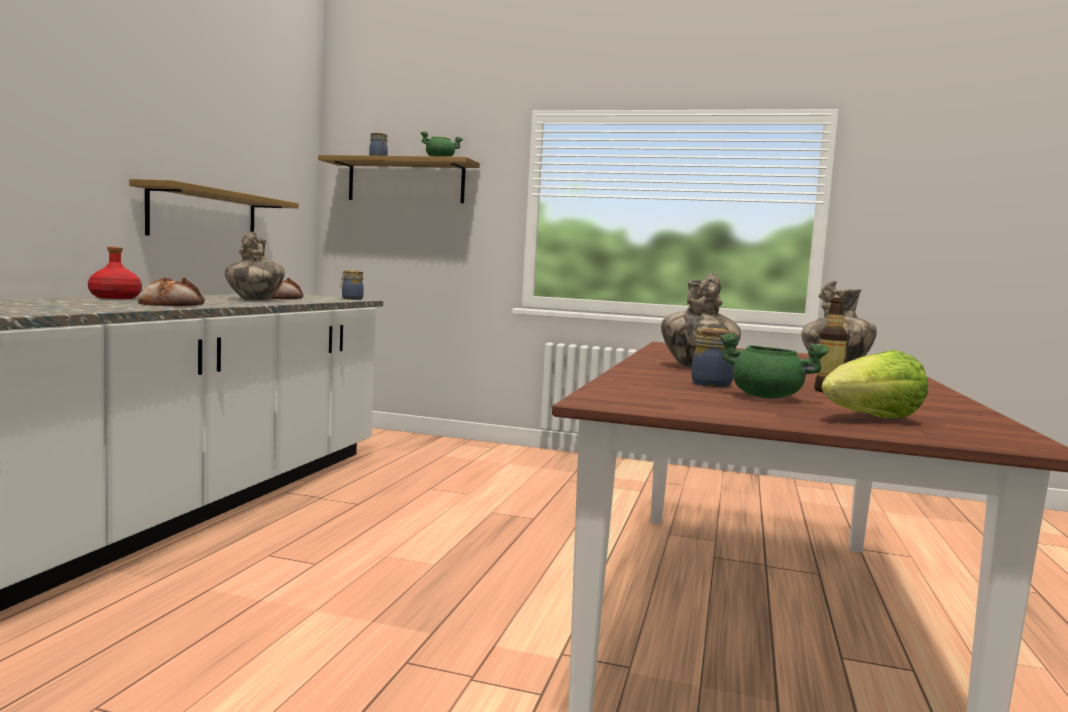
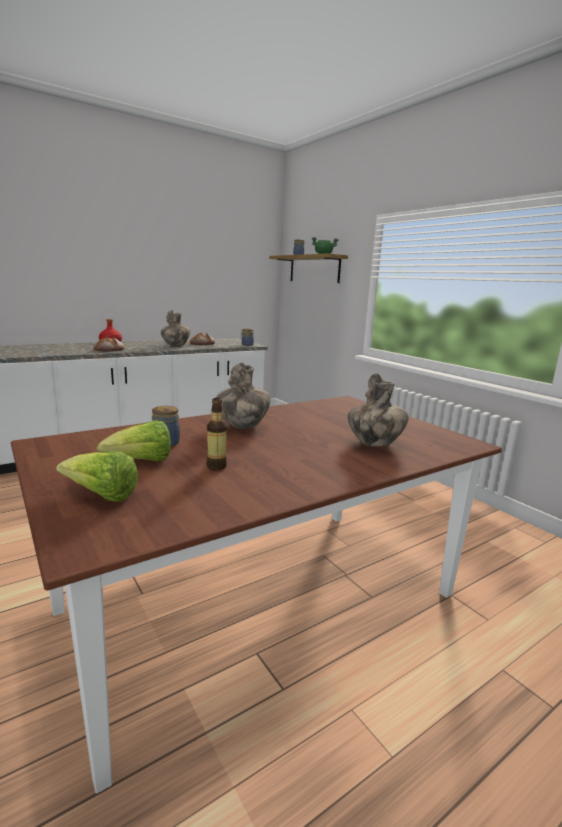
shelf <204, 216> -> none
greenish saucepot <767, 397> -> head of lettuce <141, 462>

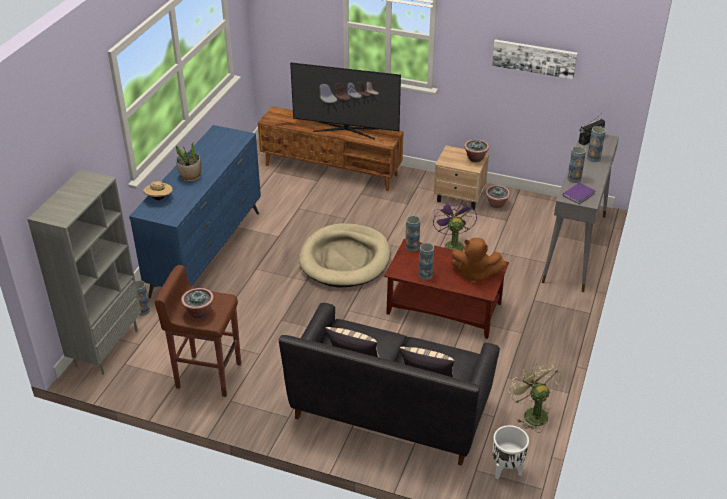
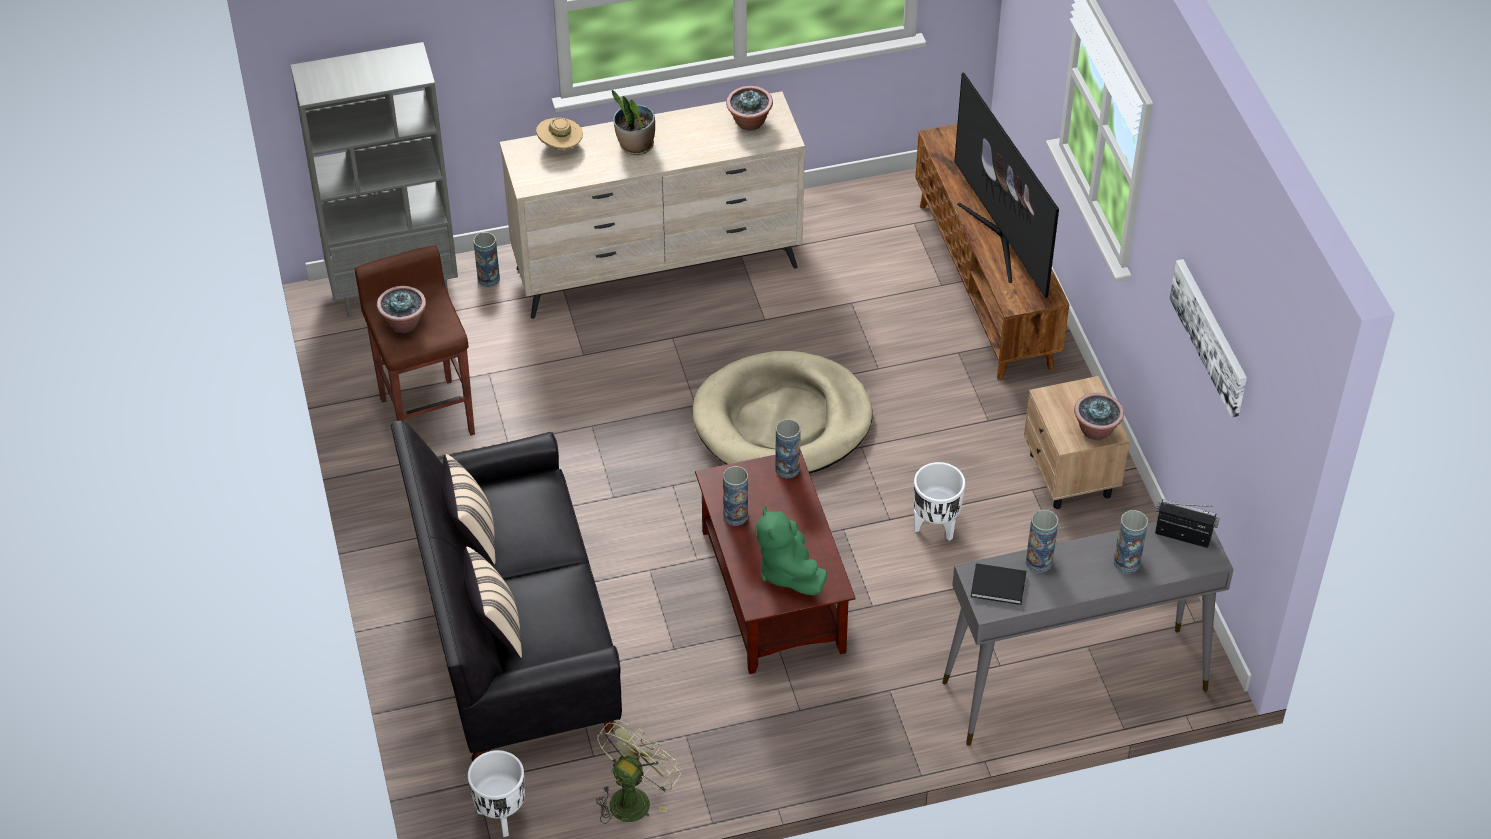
blue-coloured dresser <207, 253> -> beige dresser <658, 268>
purple bound book <579, 194> -> black bound book <999, 586>
houseplant <496, 204> -> houseplant <749, 123>, moved
purple cooling fan <452, 244> -> white planter <935, 526>
brownish plush toy <475, 274> -> greenish plush toy <788, 571>

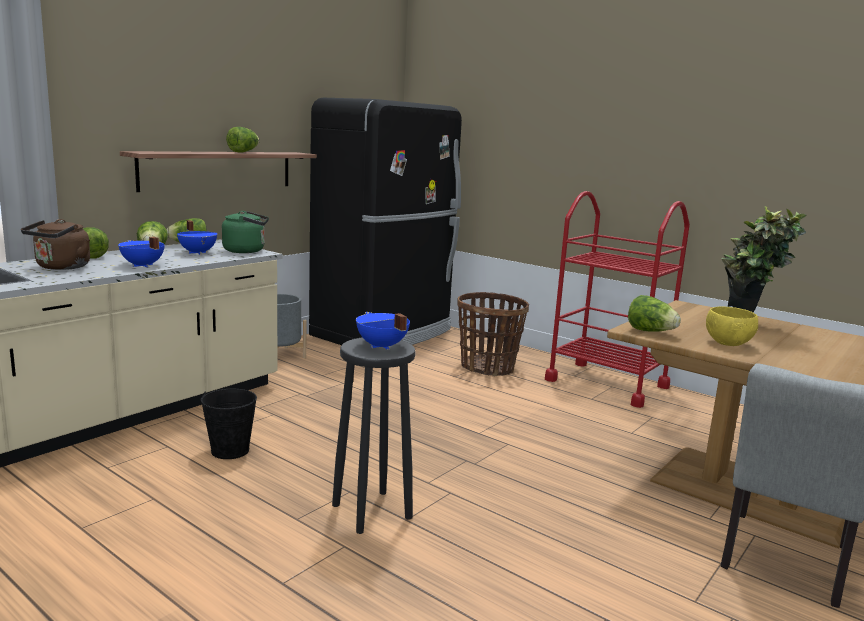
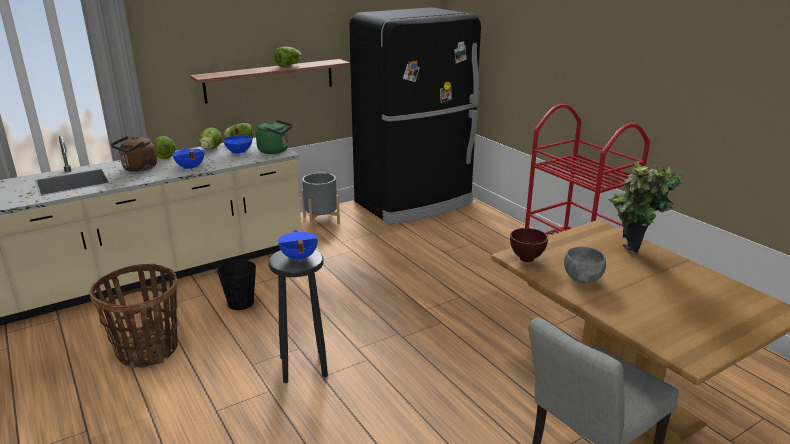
household basket <488, 367> -> household basket <148, 350>, moved
head of lettuce <650, 331> -> brownish deep dish <527, 259>
yellow deep dish <727, 343> -> grey deep dish <582, 279>

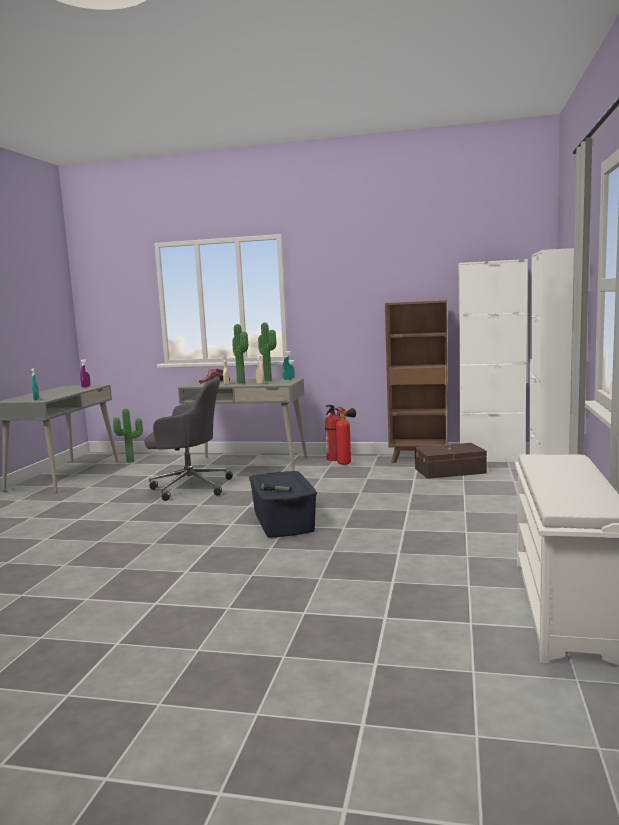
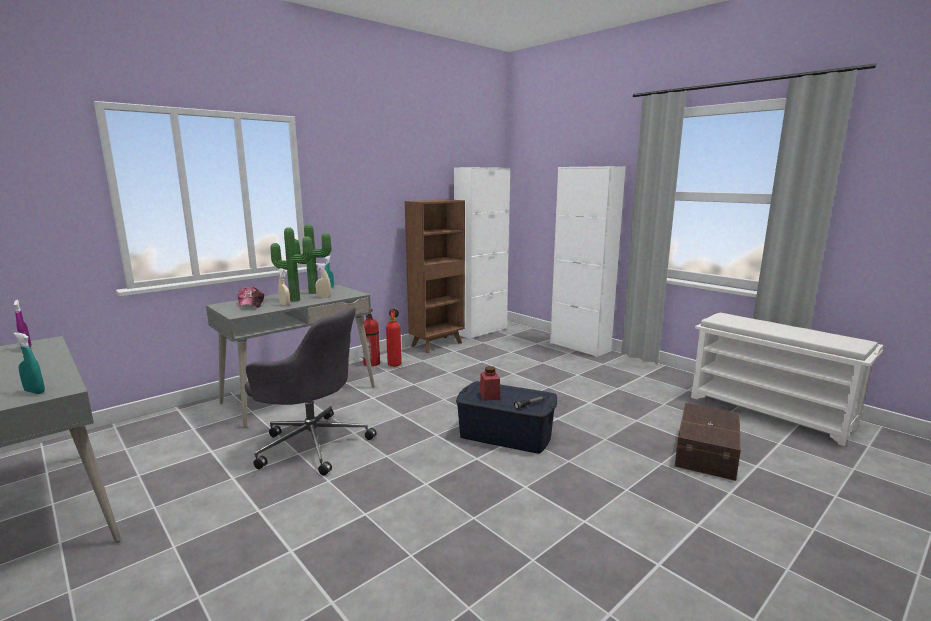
grey office chair <189, 487> -> grey office chair <312, 443>, 75 degrees clockwise
houseplant <131, 461> -> none
brownish storage box <451, 471> -> brownish storage box <708, 452>, moved
none -> reddish jar <489, 395>

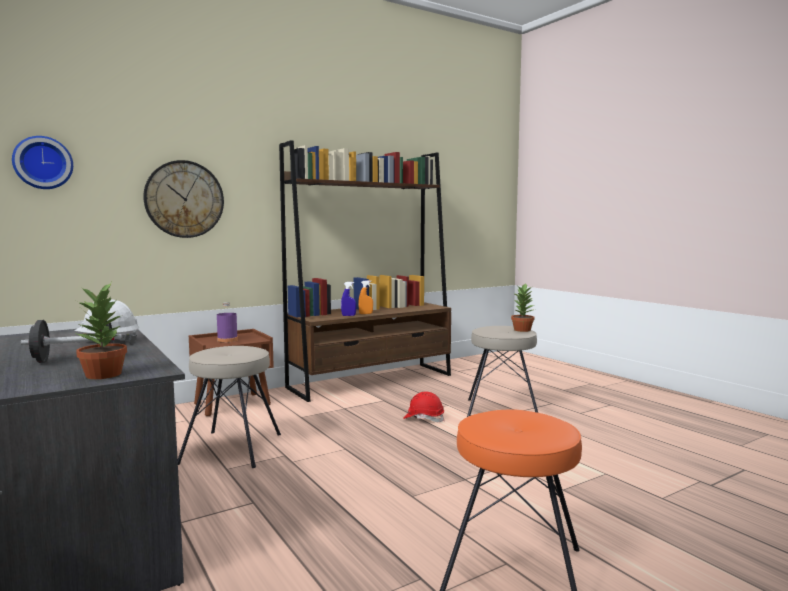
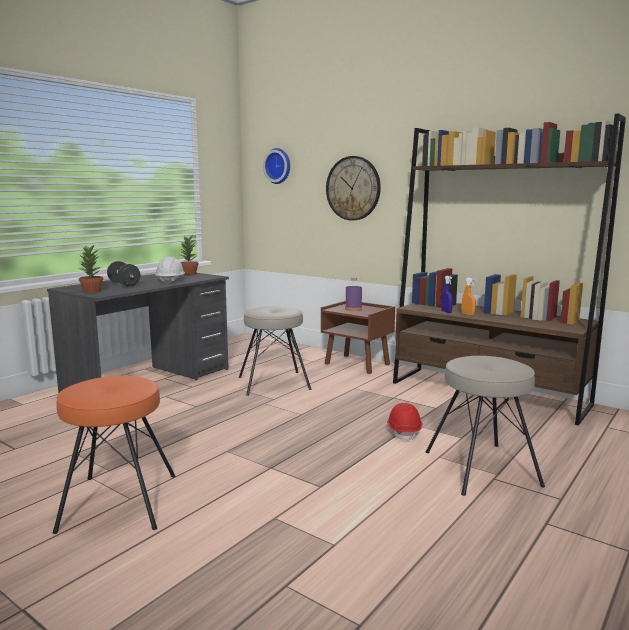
houseplant <522, 330> -> houseplant <189, 274>, moved

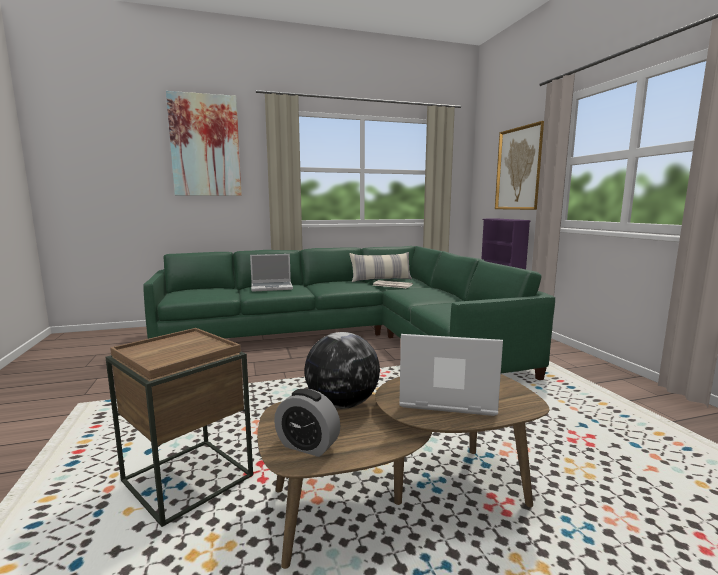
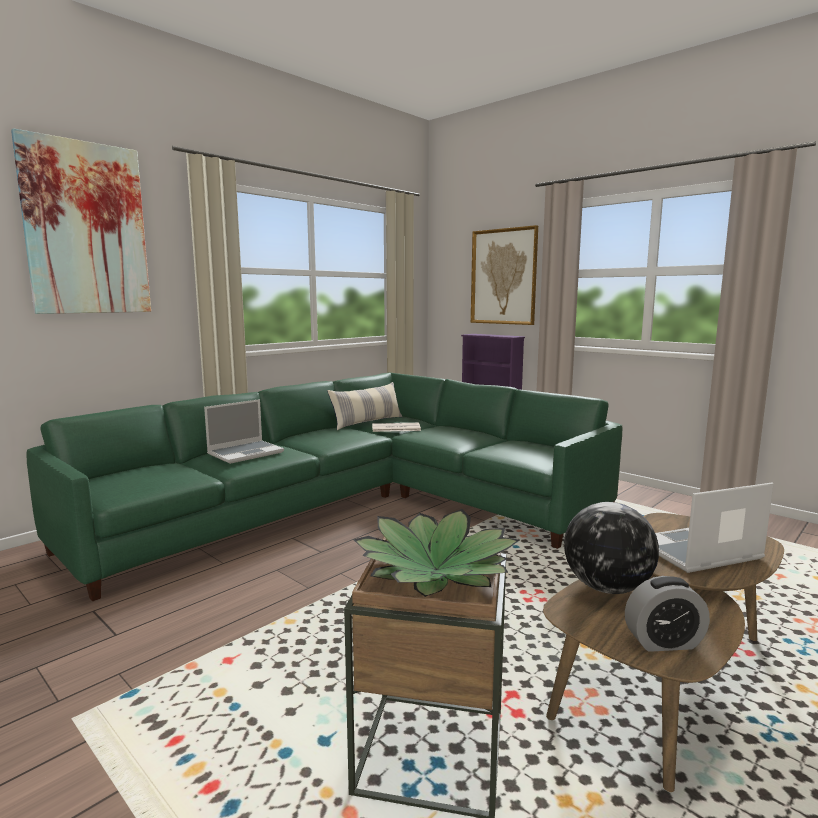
none -> houseplant <435, 569>

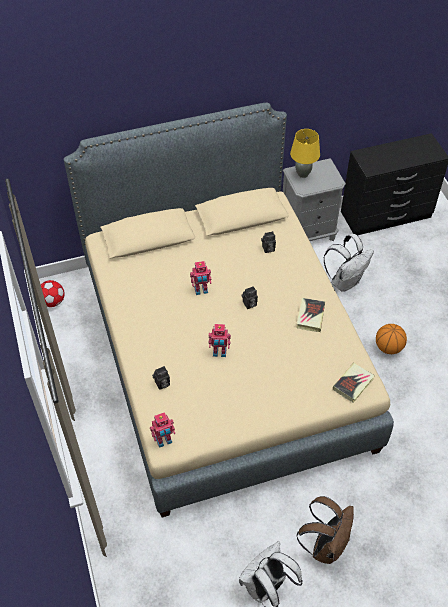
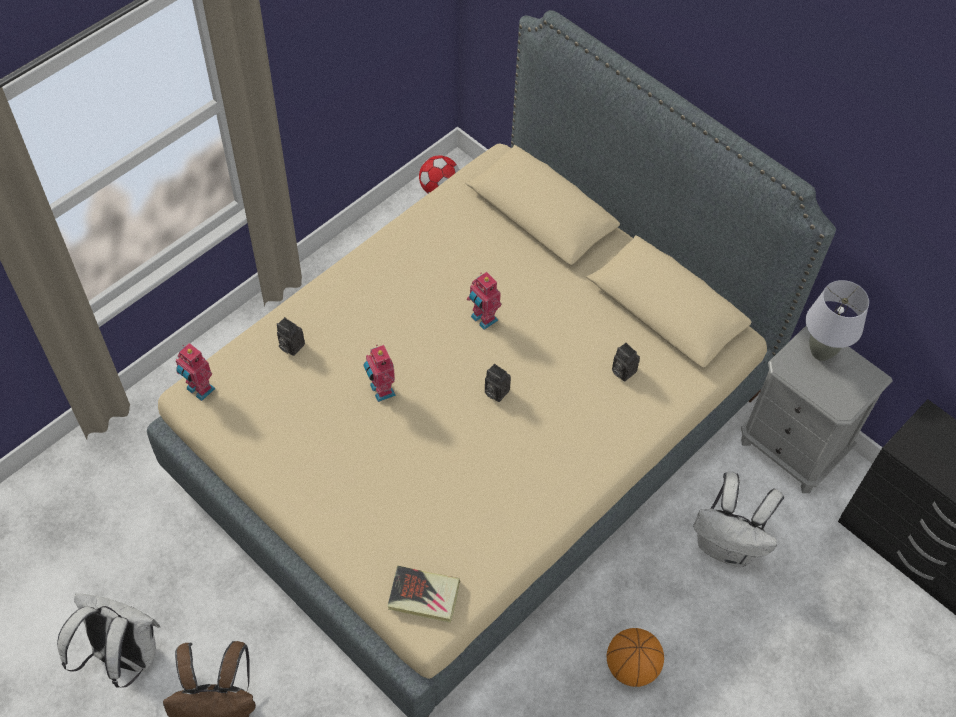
yellow tabletop lamp <303, 174> -> grey tabletop lamp <821, 352>
bound book <310, 316> -> none

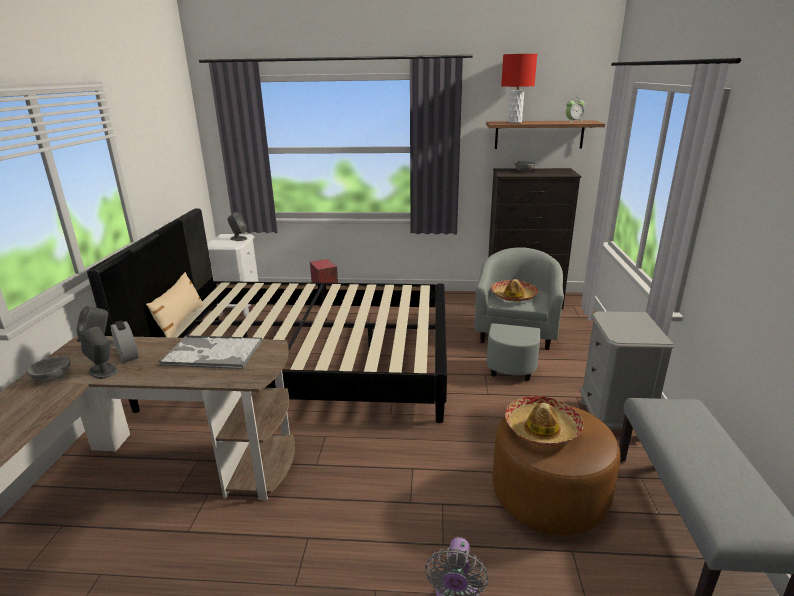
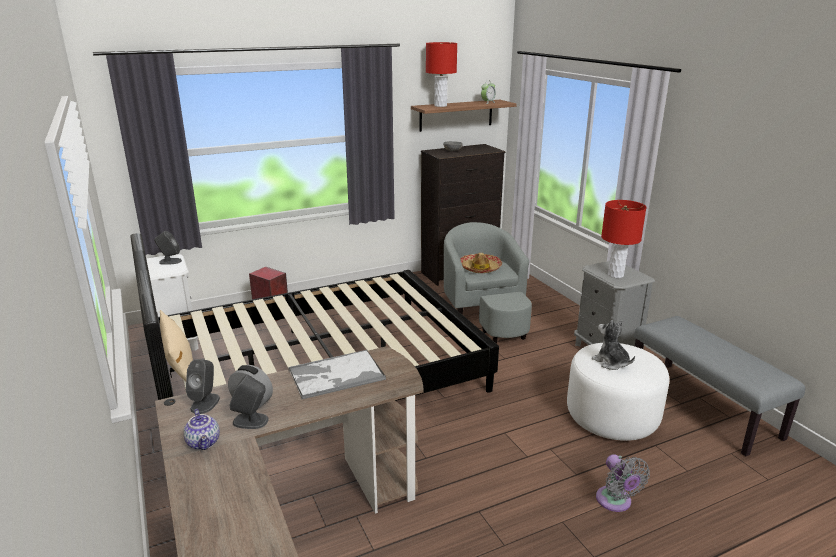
grey deep dish <53, 377> -> tea pot <204, 443>
clothing hat <542, 428> -> plush toy <611, 362>
brownish ottoman <548, 496> -> white ottoman <611, 416>
none -> reddish tabletop lamp <615, 275>

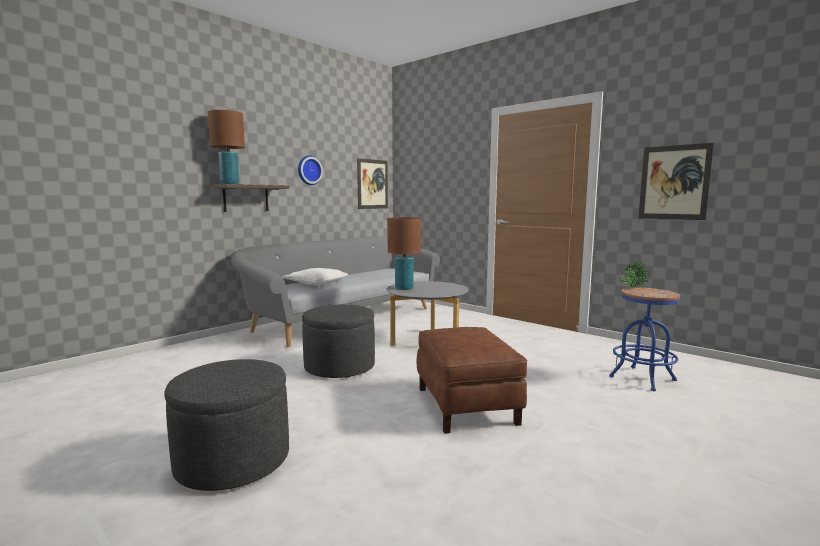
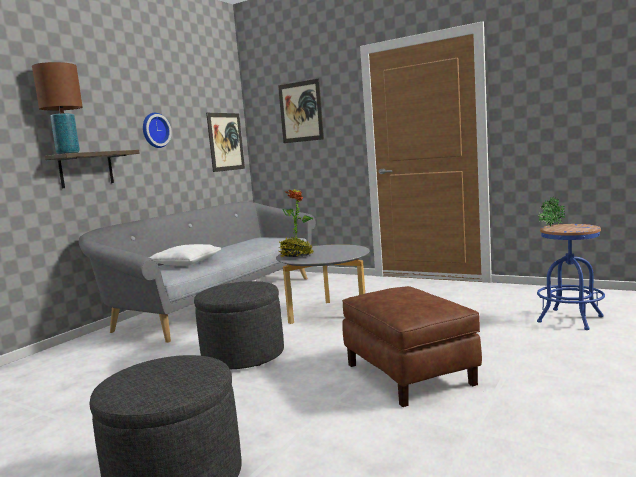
picture <674, 182> -> picture <301, 112>, moved
brownish tabletop lamp <404, 288> -> houseplant <296, 256>

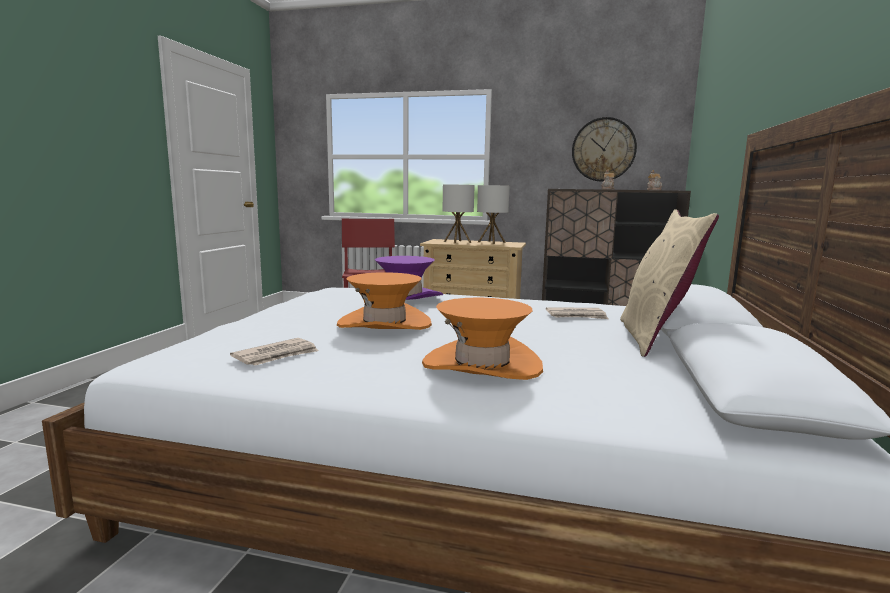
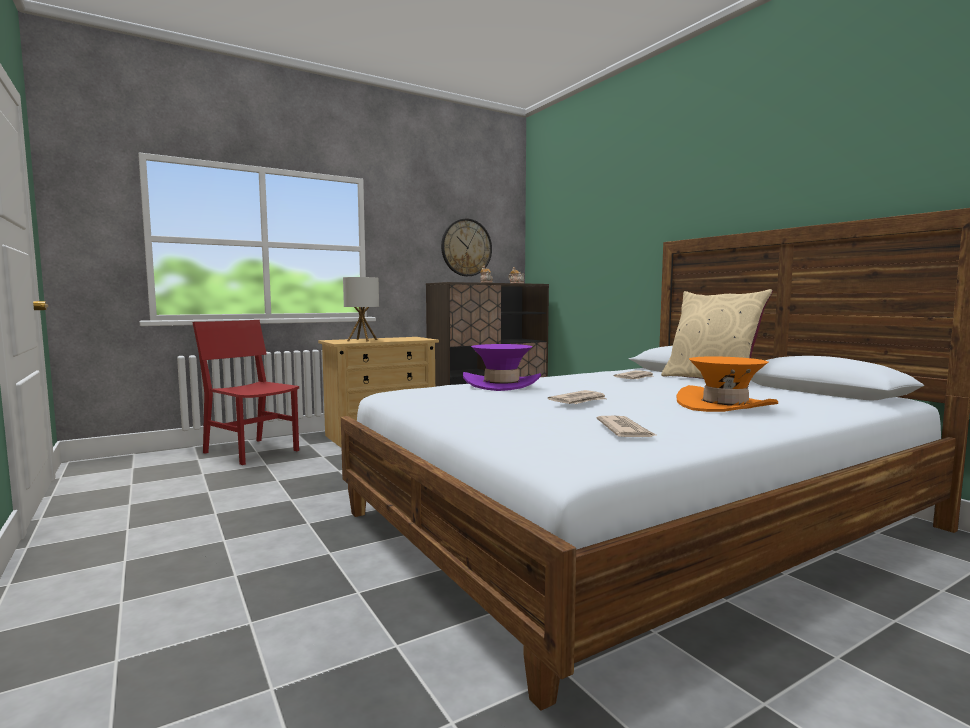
tabletop lamp <491, 242> -> none
orange clothing hat <384, 324> -> printed paper <579, 401>

